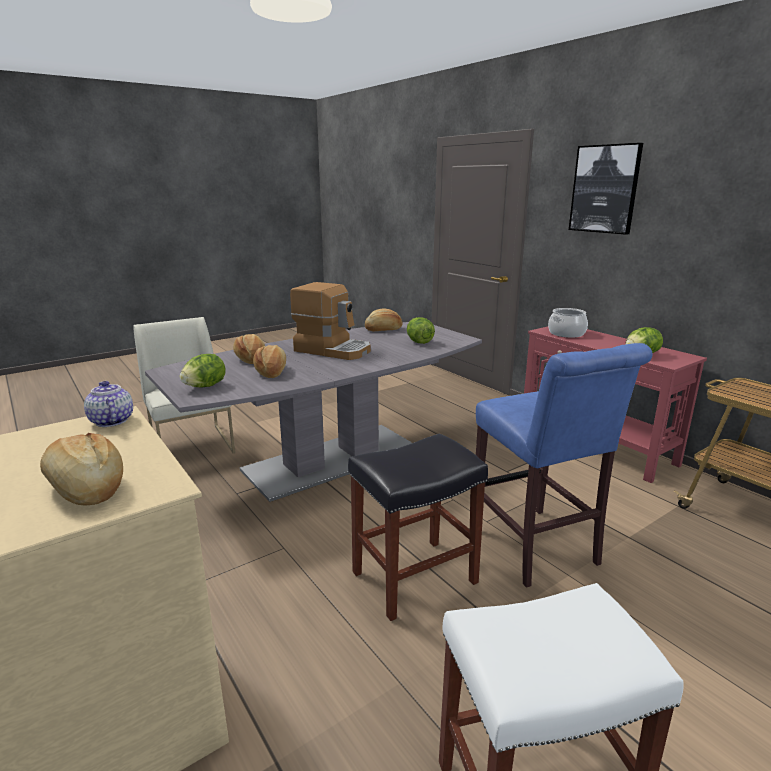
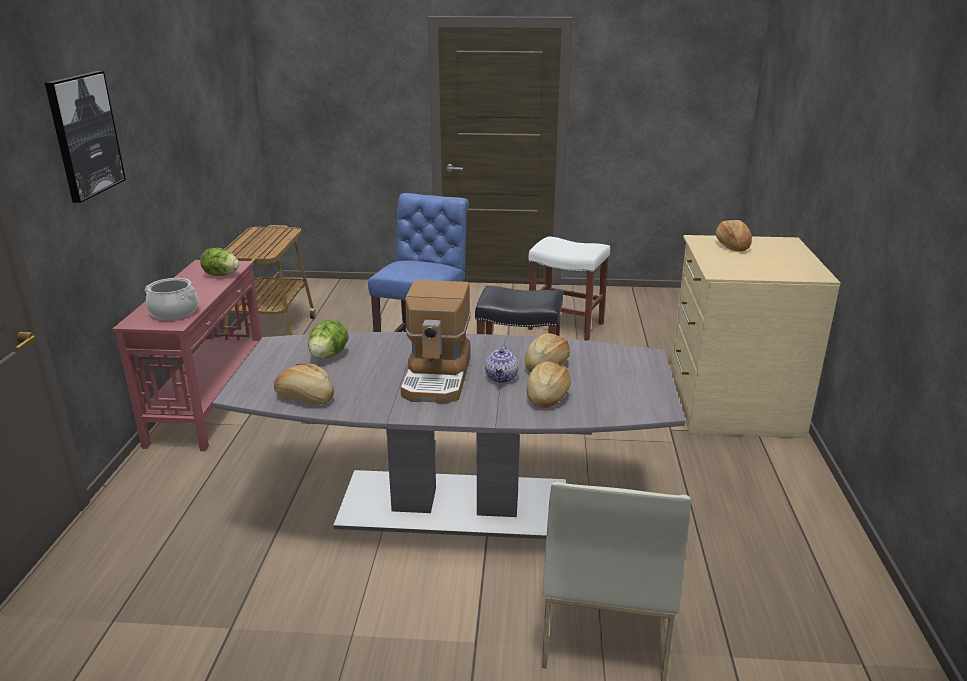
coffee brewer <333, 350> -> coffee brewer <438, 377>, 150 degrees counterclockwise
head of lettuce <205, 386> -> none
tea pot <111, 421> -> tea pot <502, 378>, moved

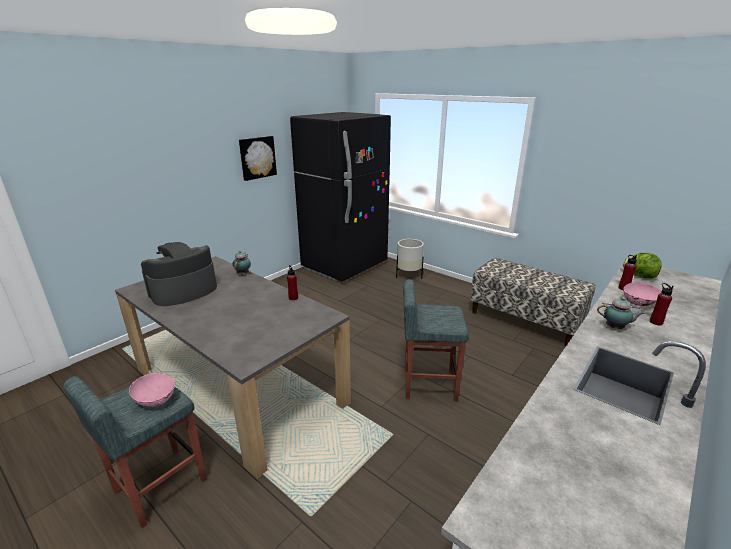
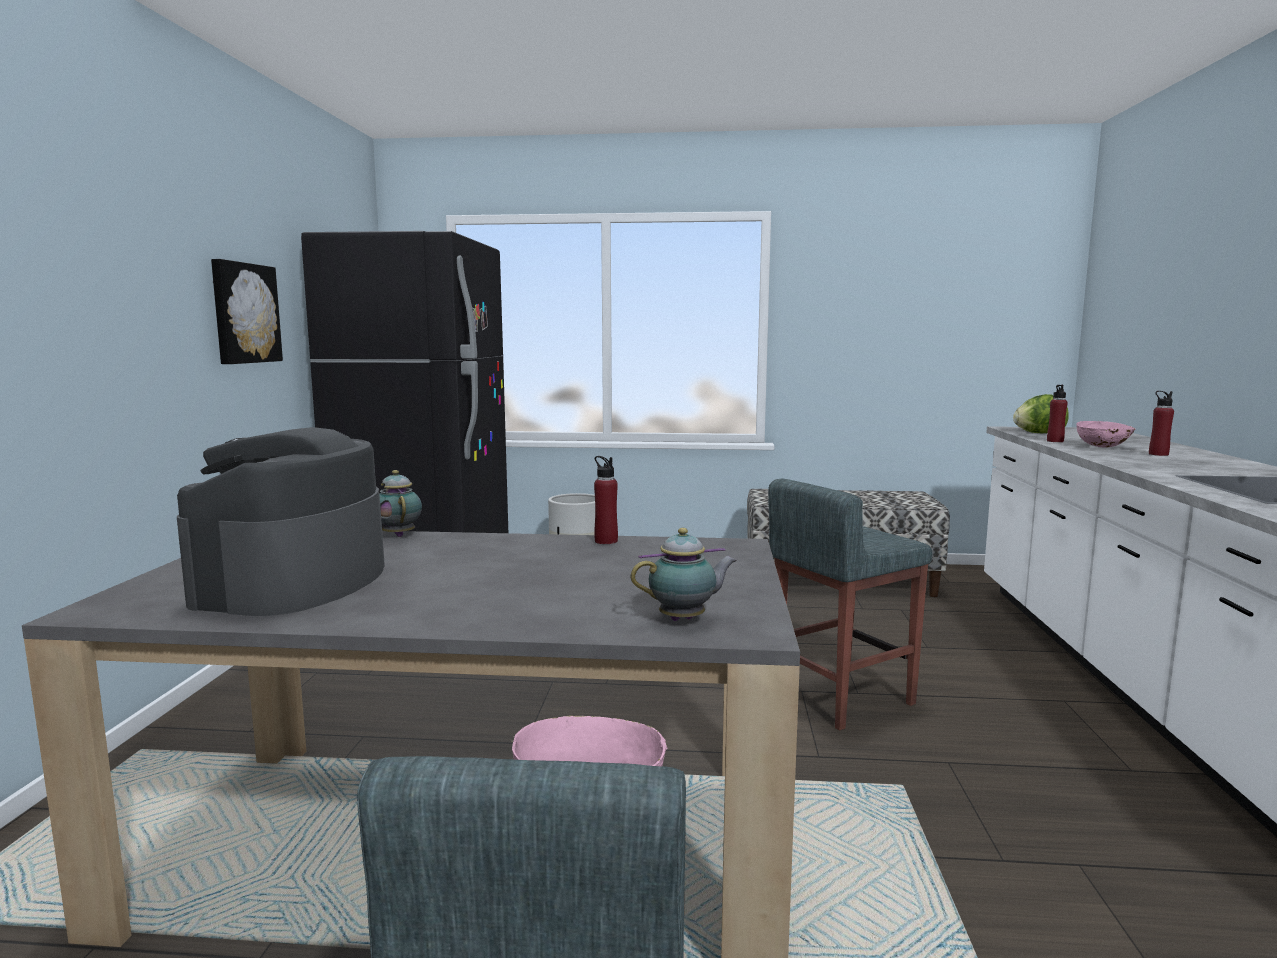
tea pot <615, 328> -> tea pot <685, 619>, moved

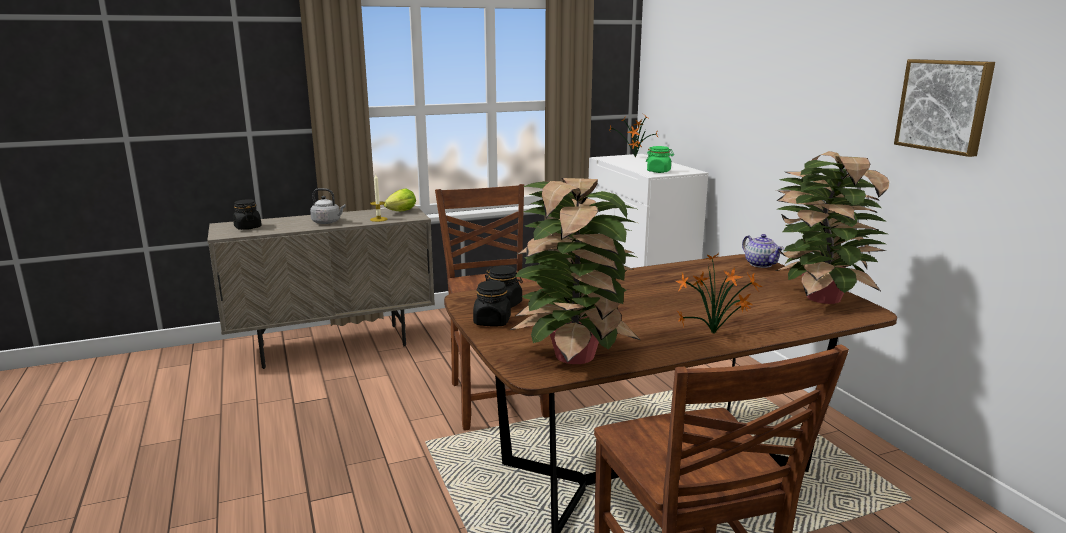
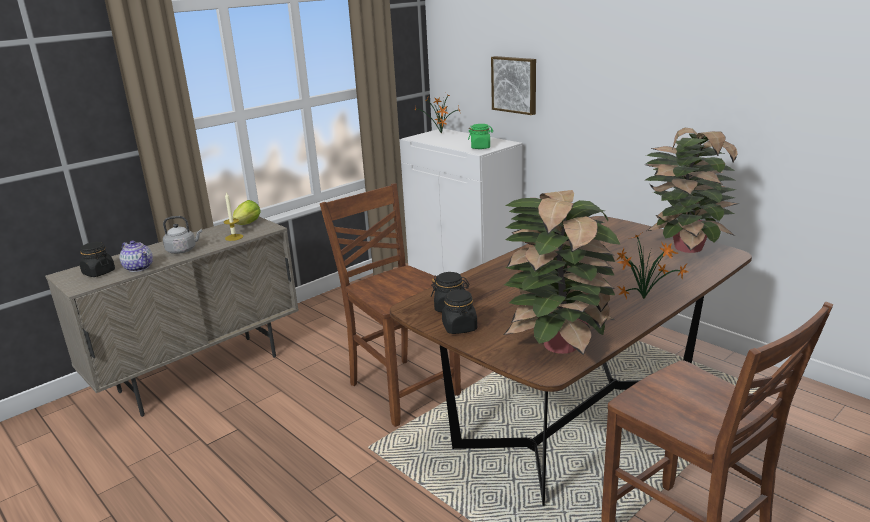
picture <944, 105> -> picture <515, 84>, moved
tea pot <760, 264> -> tea pot <138, 267>, moved

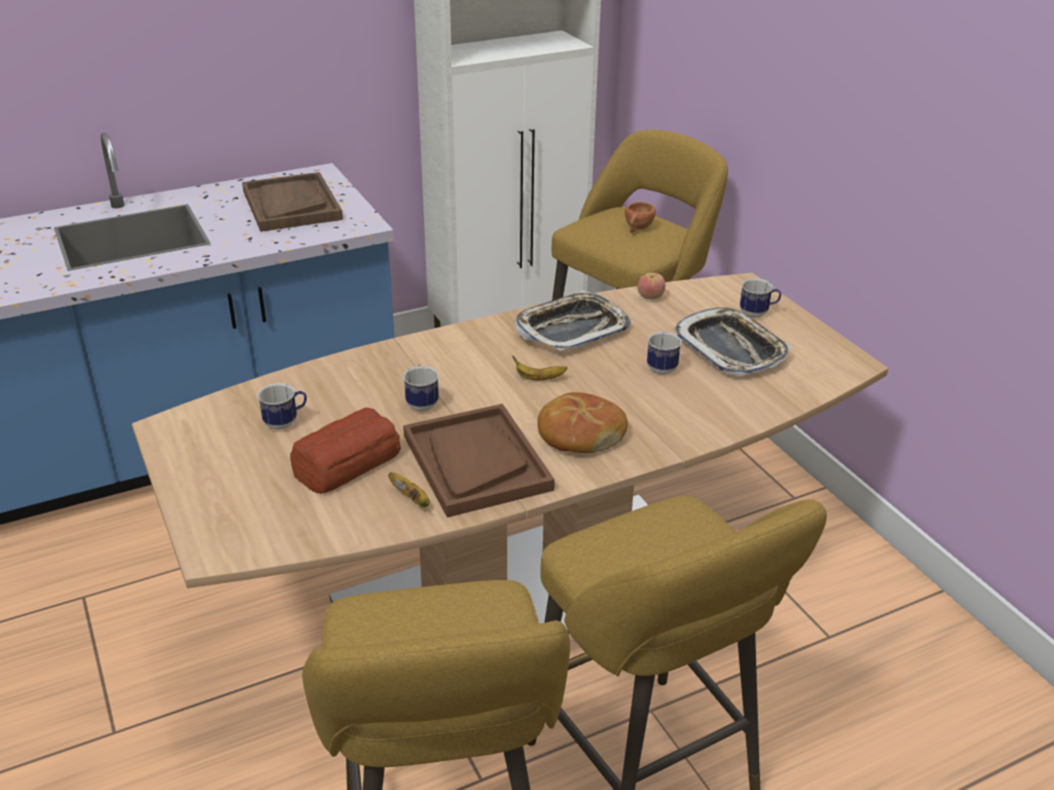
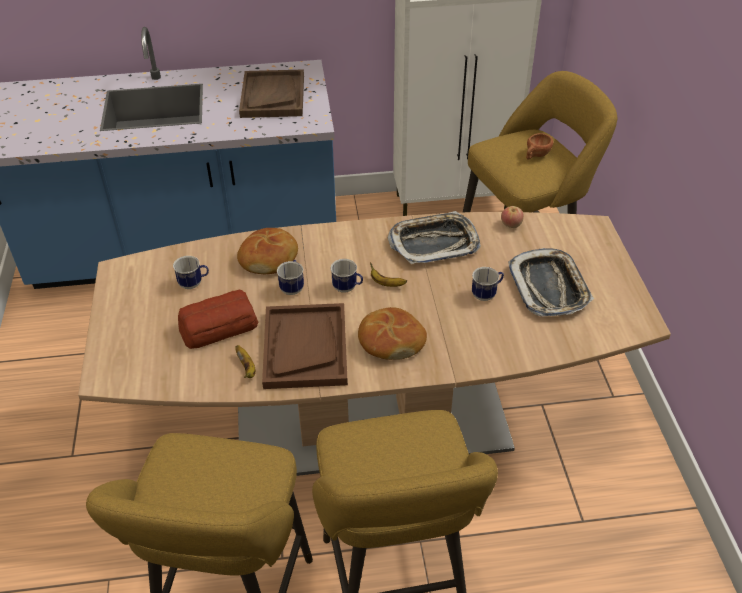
tea mug <757, 314> -> tea mug <348, 288>, moved
none -> bread <269, 258>

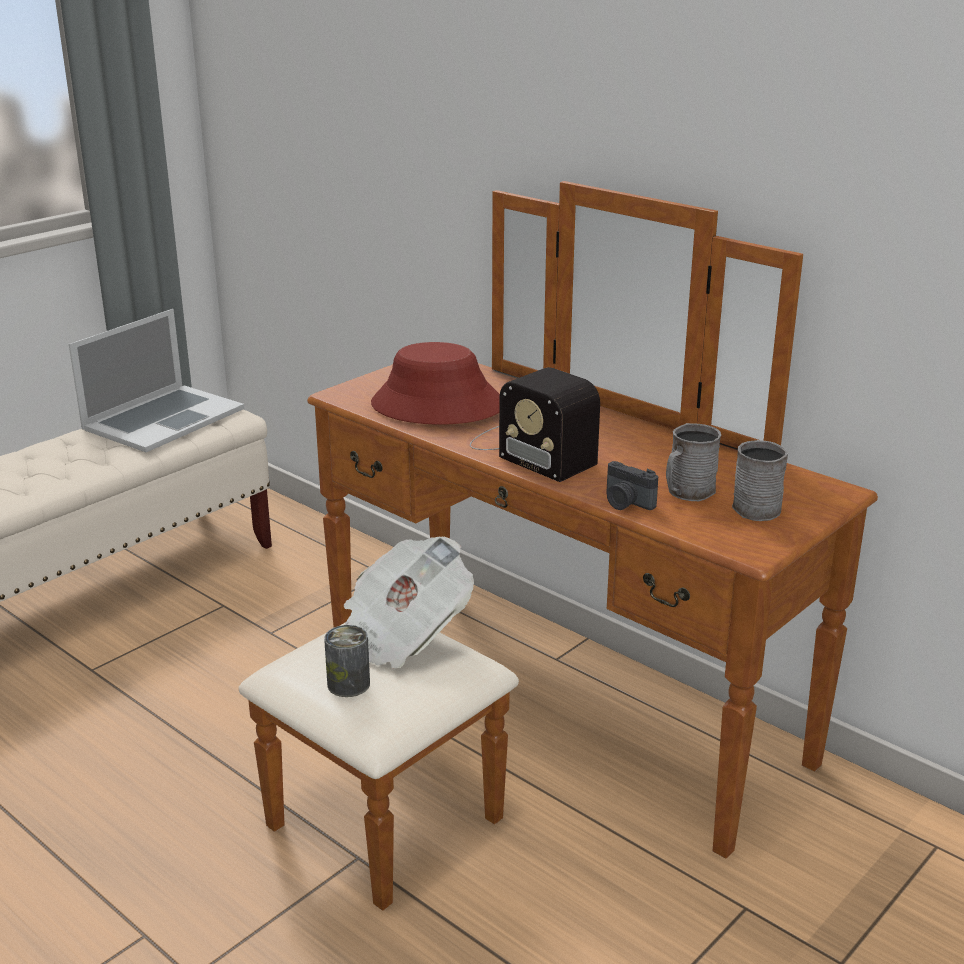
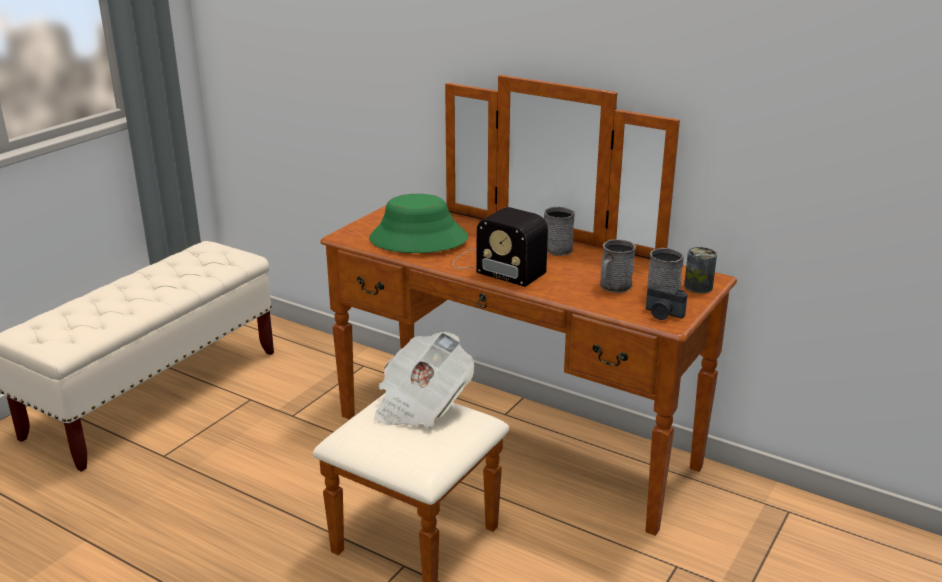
notebook computer <163, 418> -> none
reddish clothing hat <437, 406> -> greenish clothing hat <418, 239>
still camera <626, 503> -> still camera <663, 314>, moved
can <348, 684> -> can <698, 287>, moved
none -> grey tea mug <555, 248>

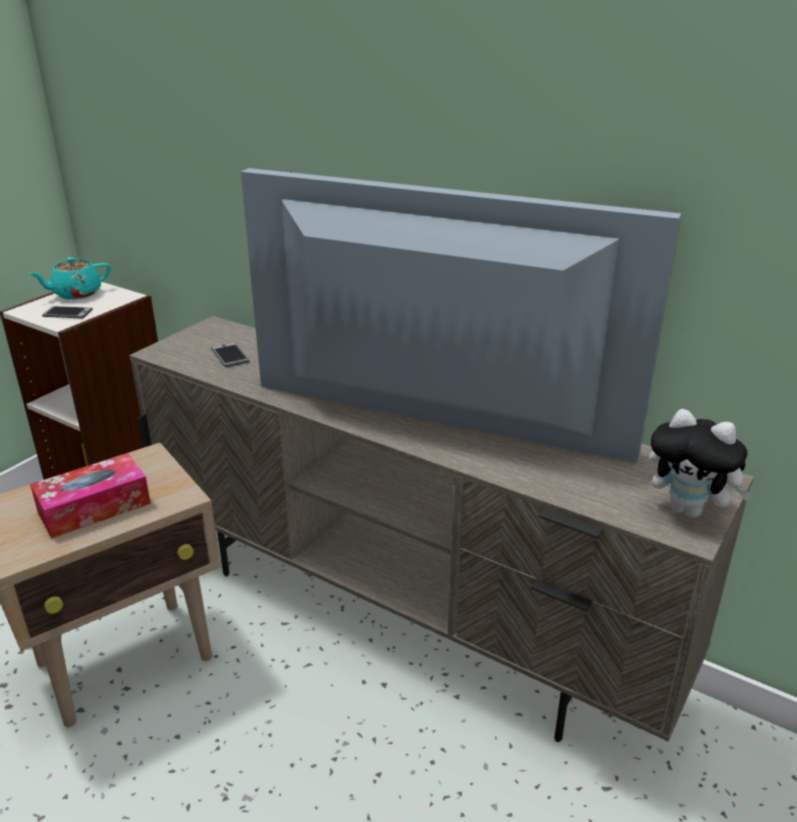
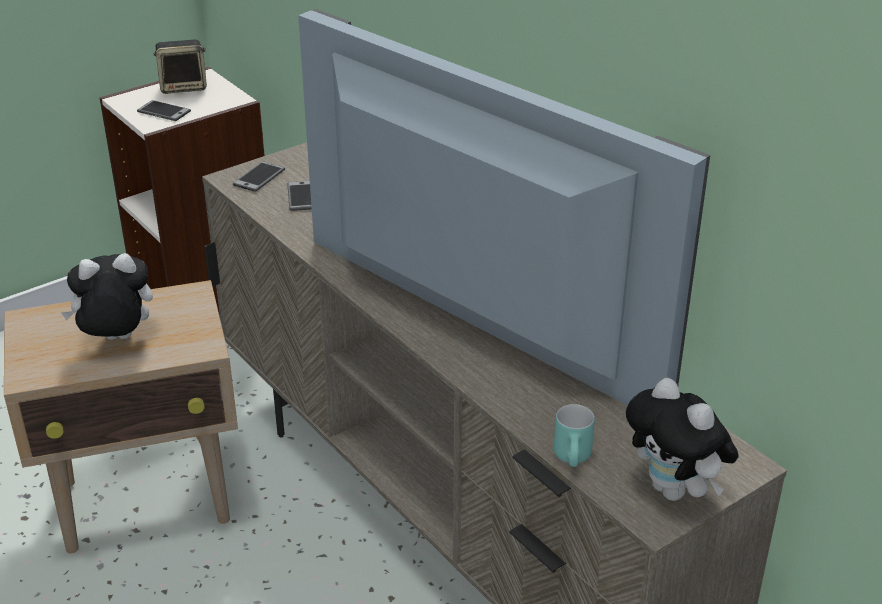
turquoise tea pot <76, 294> -> audio speaker <184, 87>
tissue box <94, 507> -> plush toy <116, 340>
none -> phone <259, 177>
none -> turquoise tea mug <575, 459>

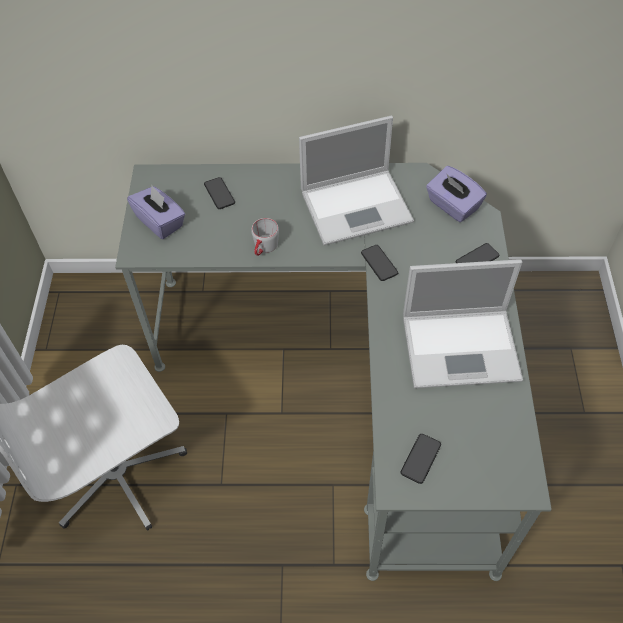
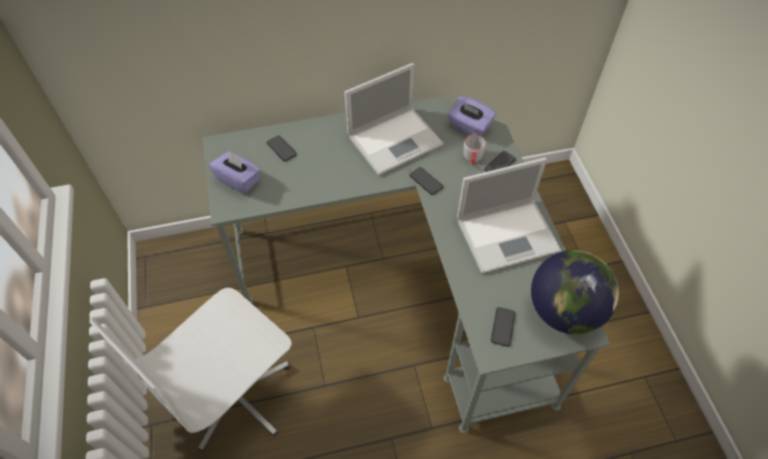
grey tea mug <264, 248> -> grey tea mug <473, 159>, moved
none -> world globe <564, 310>

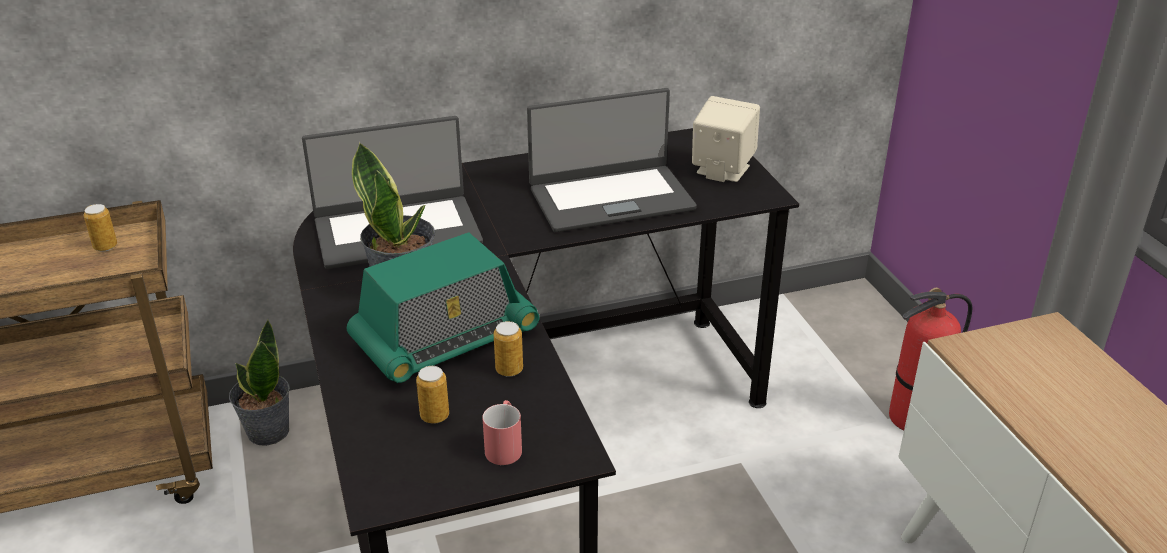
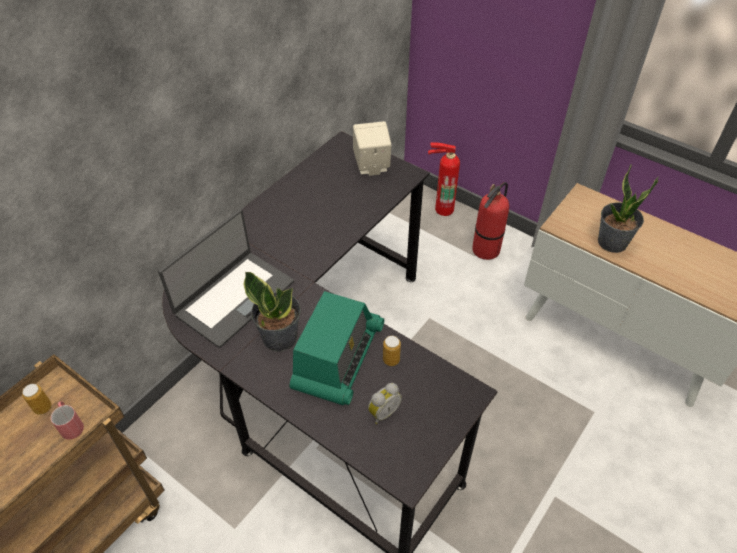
notebook computer <610, 198> -> none
houseplant <267, 431> -> houseplant <612, 242>, moved
can <434, 416> -> table clock <383, 412>
reddish tea mug <504, 445> -> reddish tea mug <70, 424>, moved
none -> fire-fighting cylinder <442, 208>

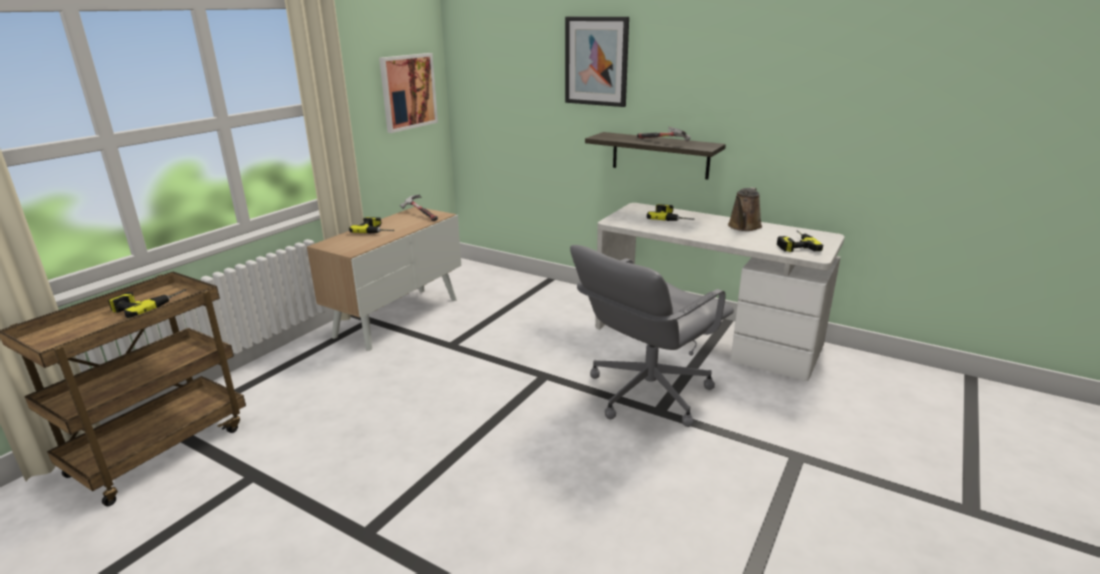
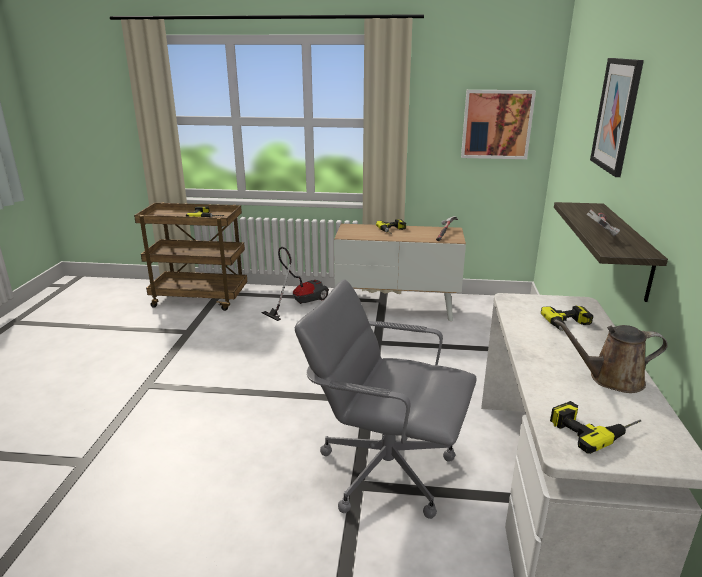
none -> vacuum <300, 302>

